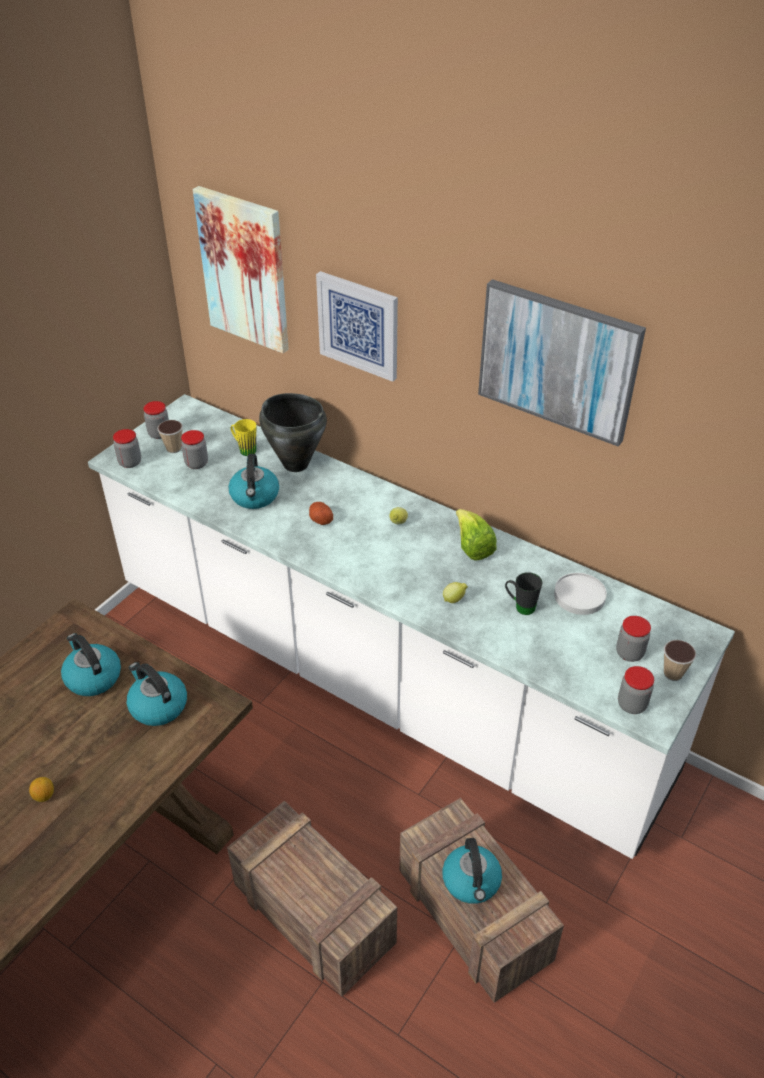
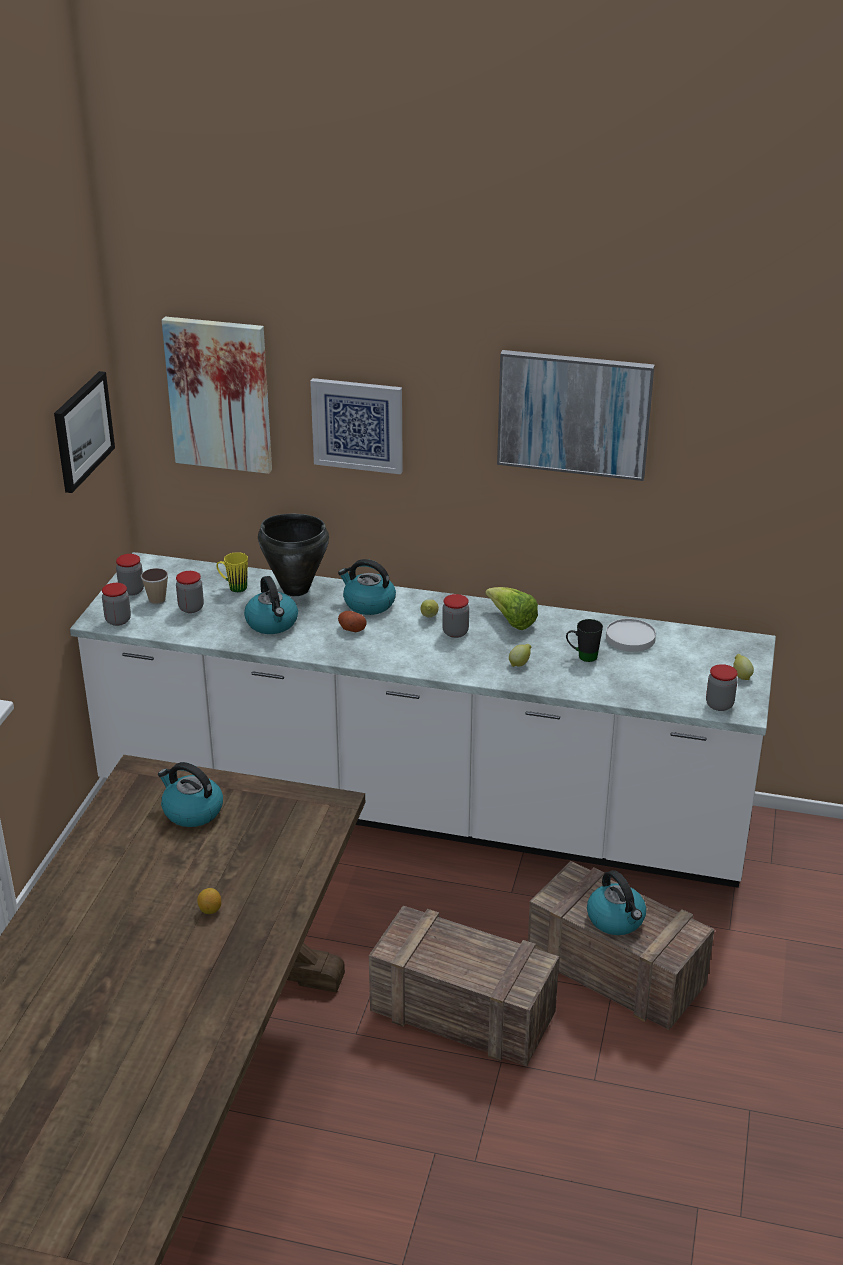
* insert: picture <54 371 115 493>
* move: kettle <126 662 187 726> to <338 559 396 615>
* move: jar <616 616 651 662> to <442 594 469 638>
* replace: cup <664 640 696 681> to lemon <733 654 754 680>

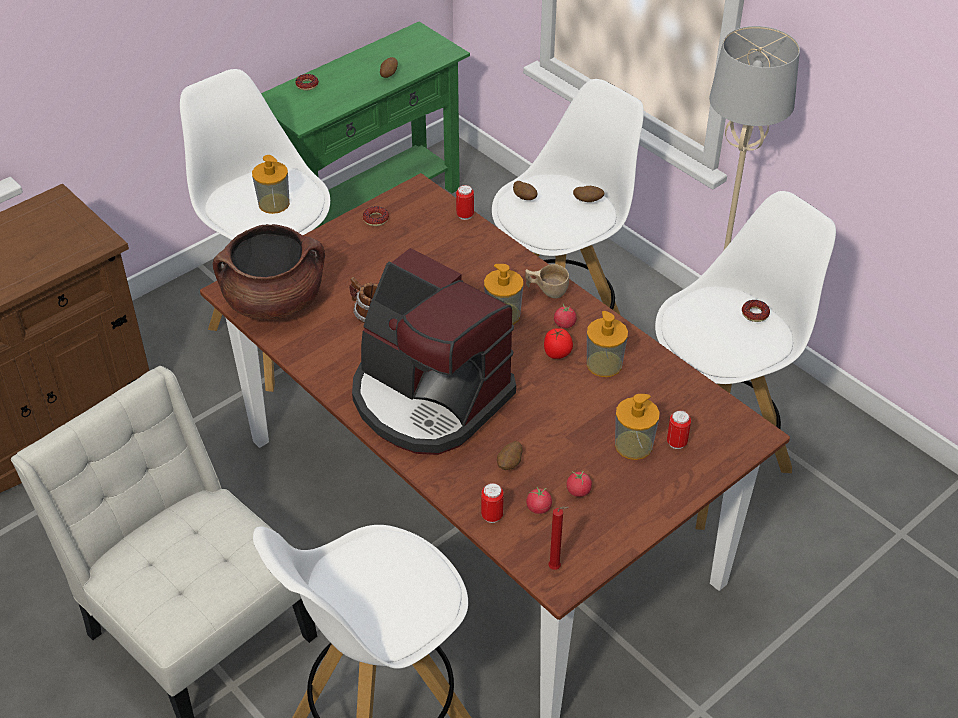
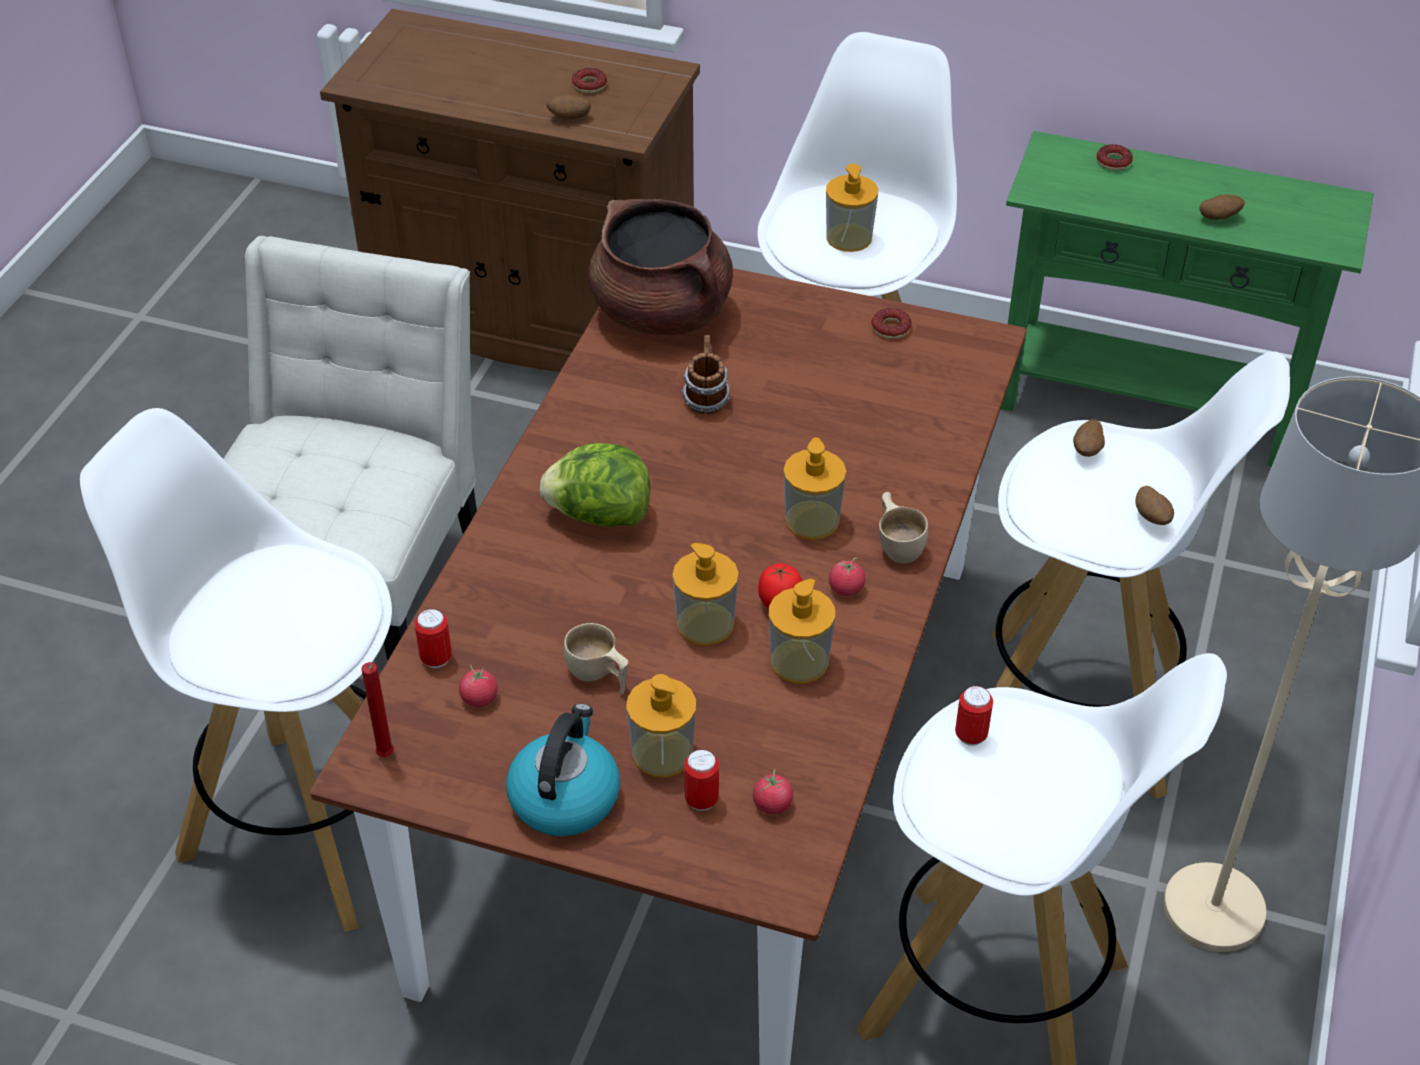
* insert: kettle <506 704 620 836>
* insert: cup (beige) <564 623 628 695>
* insert: soap dispenser <672 543 739 646>
* move: can <456 185 474 220> to <955 686 993 746>
* move: potato <497 441 522 470> to <546 94 591 120>
* move: tomato <566 471 592 497> to <753 769 793 814>
* move: donut <742 300 770 322> to <572 68 607 93>
* replace: coffee machine <352 248 516 455> to lettuce <540 443 650 526>

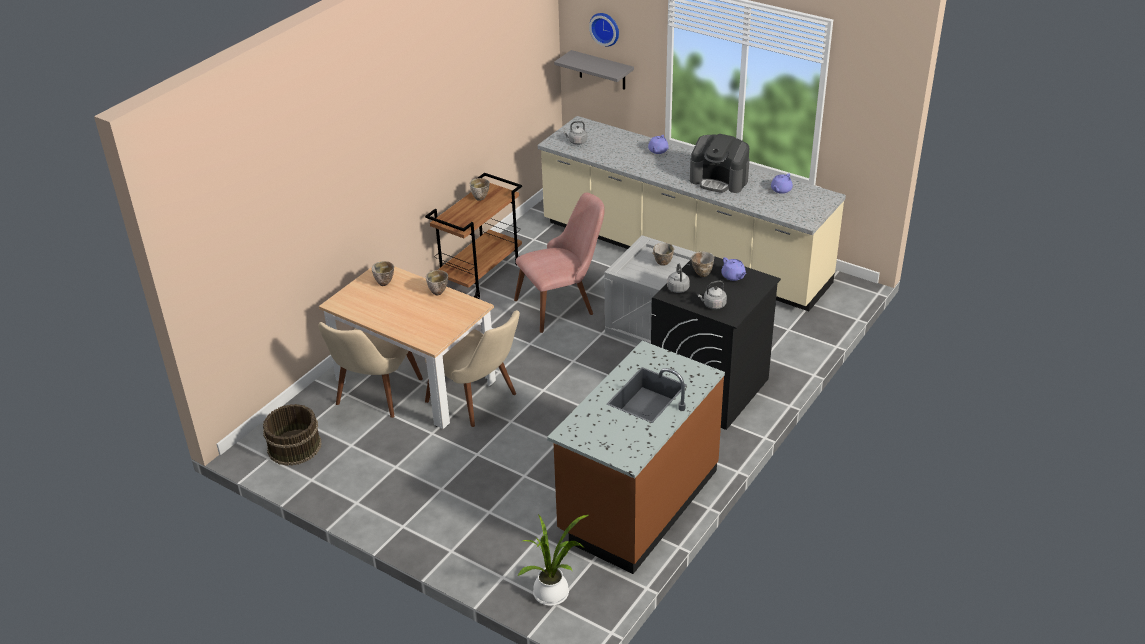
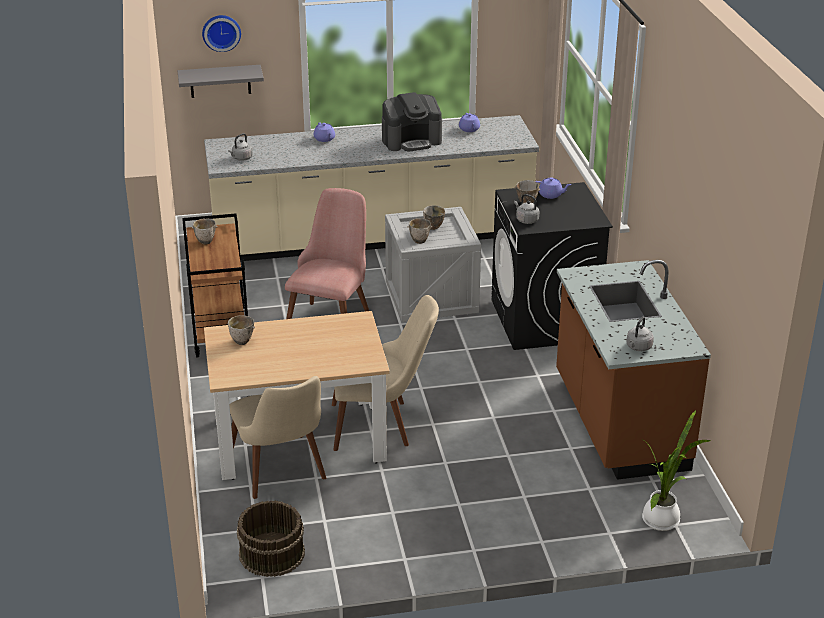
* move: bowl <426 270 448 295> to <407 218 432 244>
* move: kettle (grey) <698 281 727 309> to <626 317 654 351>

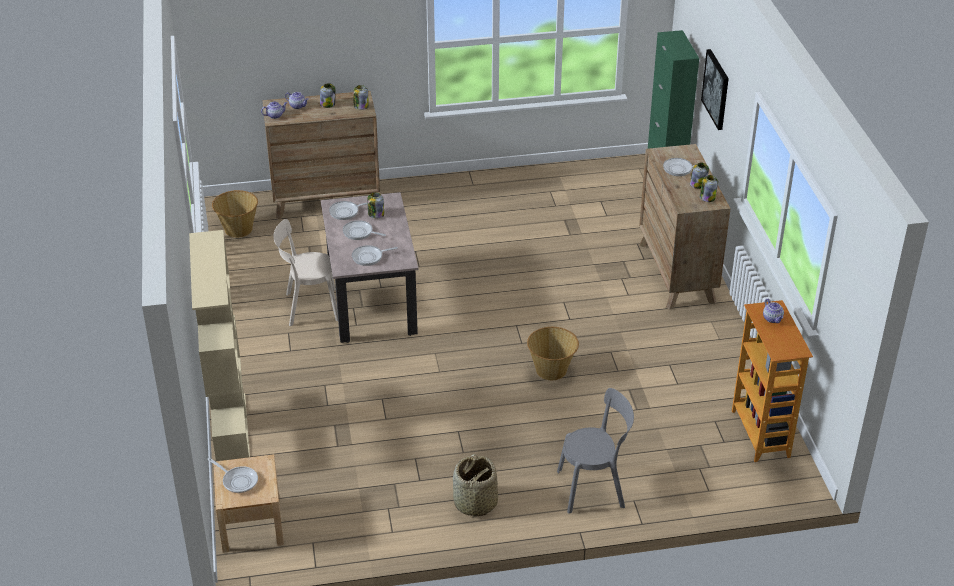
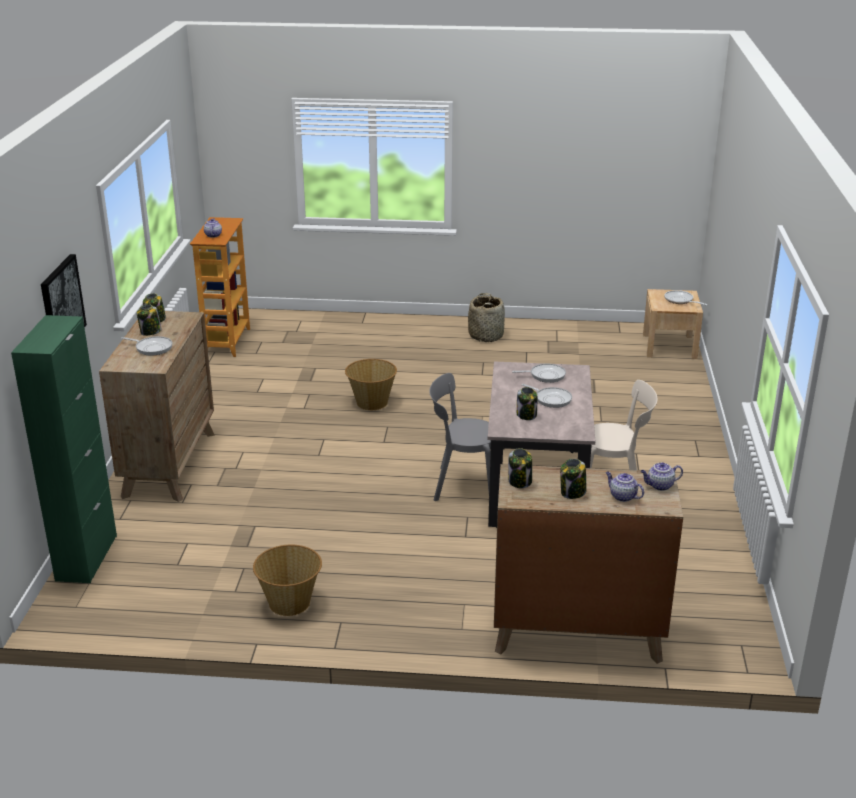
* delete: bookcase (beige) <189 230 250 461>
* delete: frying pan <329 201 368 220>
* move: basket <212 190 258 238> to <253 544 322 616>
* move: chair (grey) <557 388 634 514> to <429 373 491 501>

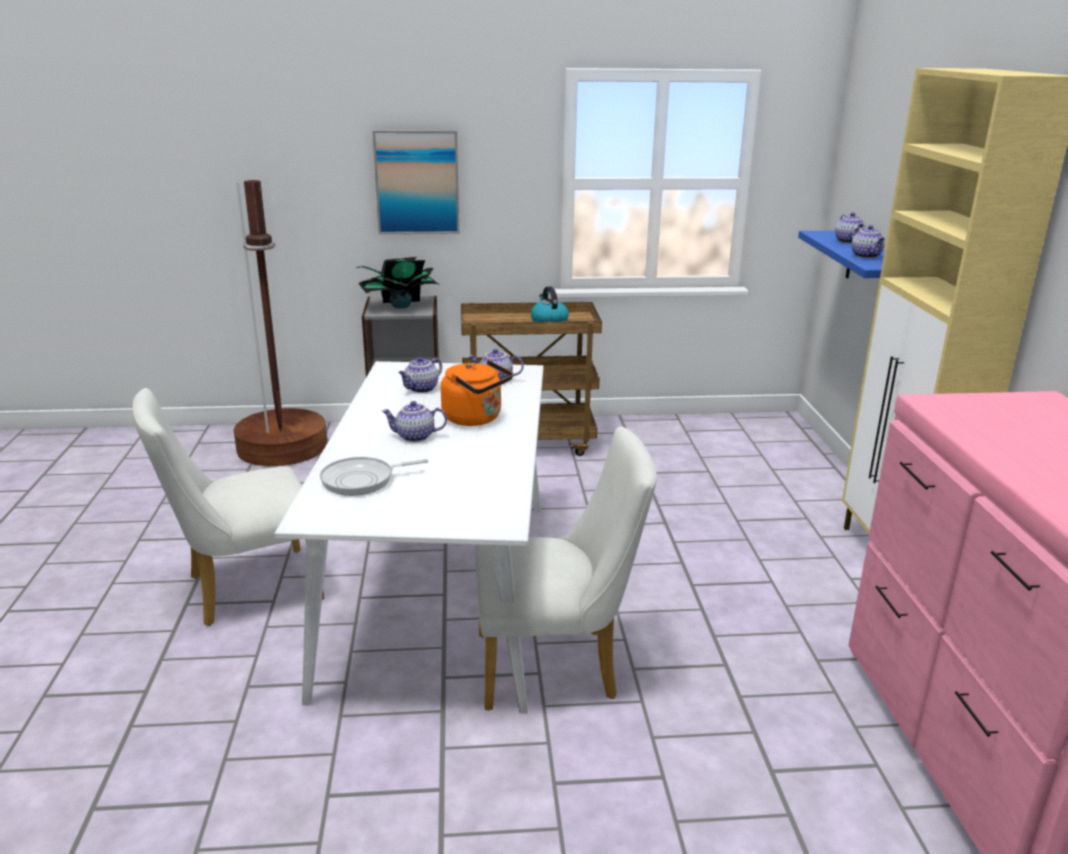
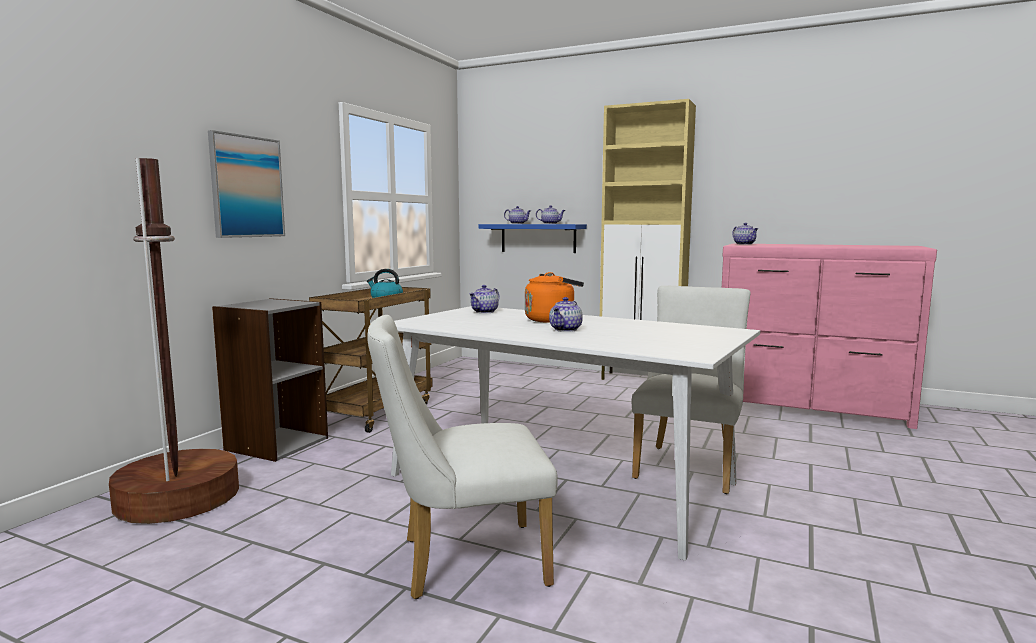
* delete: frying pan <320 457 429 496>
* delete: potted plant <356 257 441 308>
* move: teapot <399 357 442 393> to <732 223 758 245>
* rotate: chair (white) <133 388 324 626> = <367 315 558 599> 75 degrees clockwise

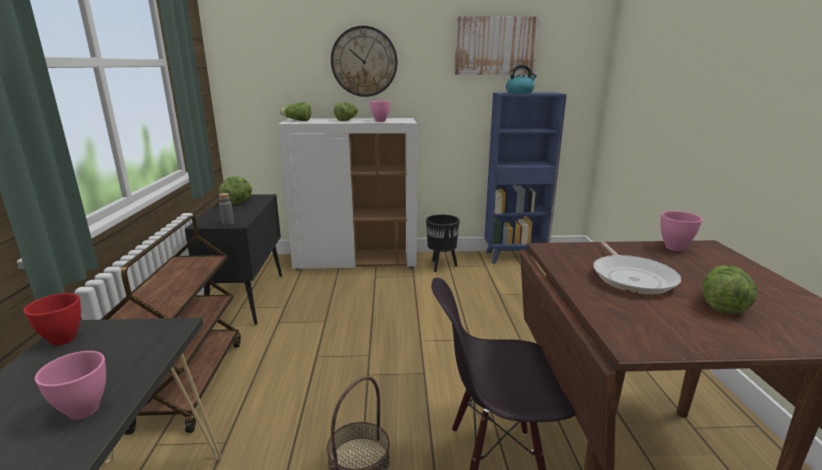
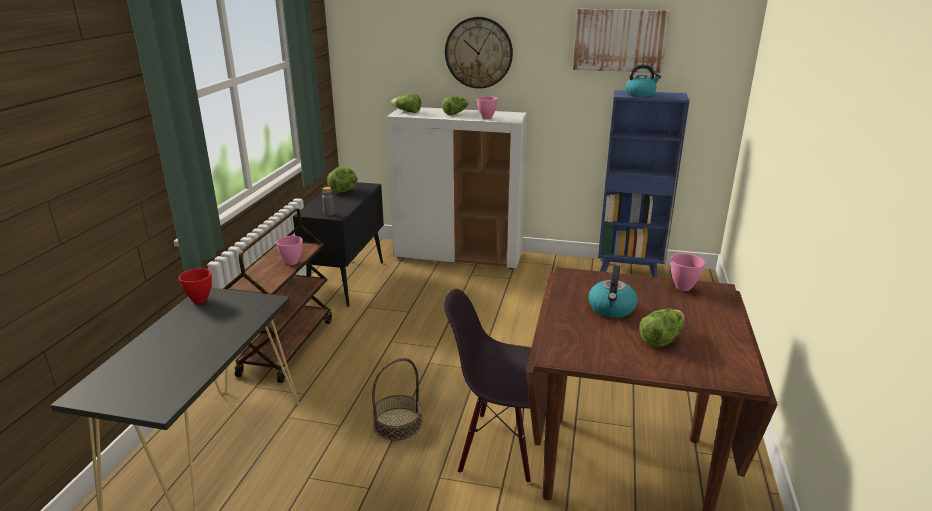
* delete: planter (black) <426 214 460 272>
* move: bowl (pink) <35 351 106 420> to <276 236 303 265>
* replace: frying pan <593 242 681 294> to kettle <588 265 638 318>

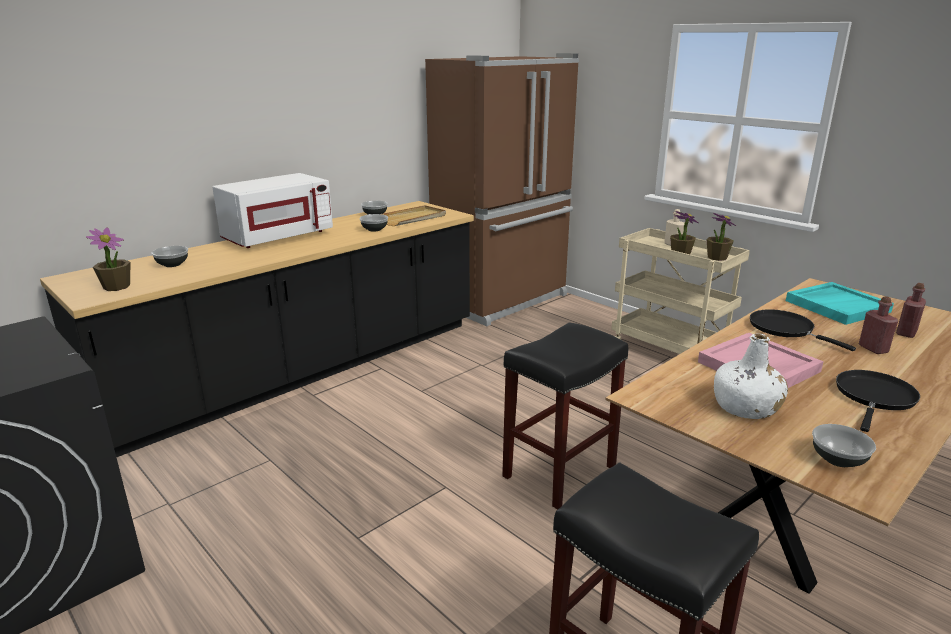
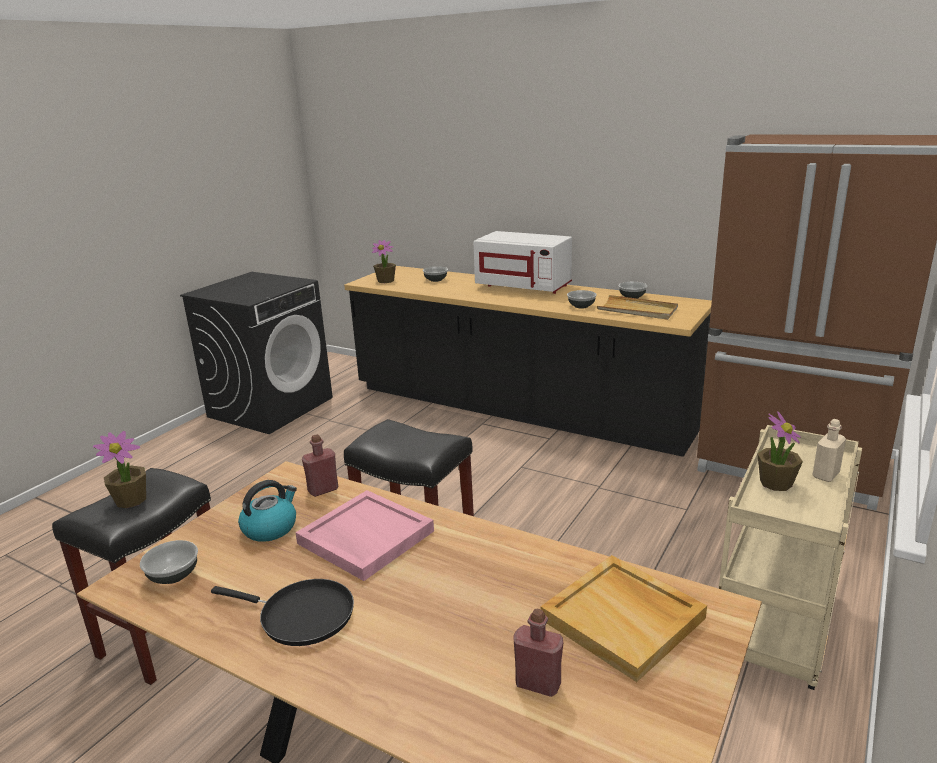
* delete: frying pan (black) <750 309 856 351>
* move: potted plant <706 213 736 261> to <93 431 146 508>
* move: bottle (red) <859 296 898 354> to <302 434 338 497>
* replace: bottle (white) <714 334 788 419> to kettle <238 480 297 542>
* recolor: tray (turquoise) <786 282 894 325> to tray (beige) <541 555 707 682>

